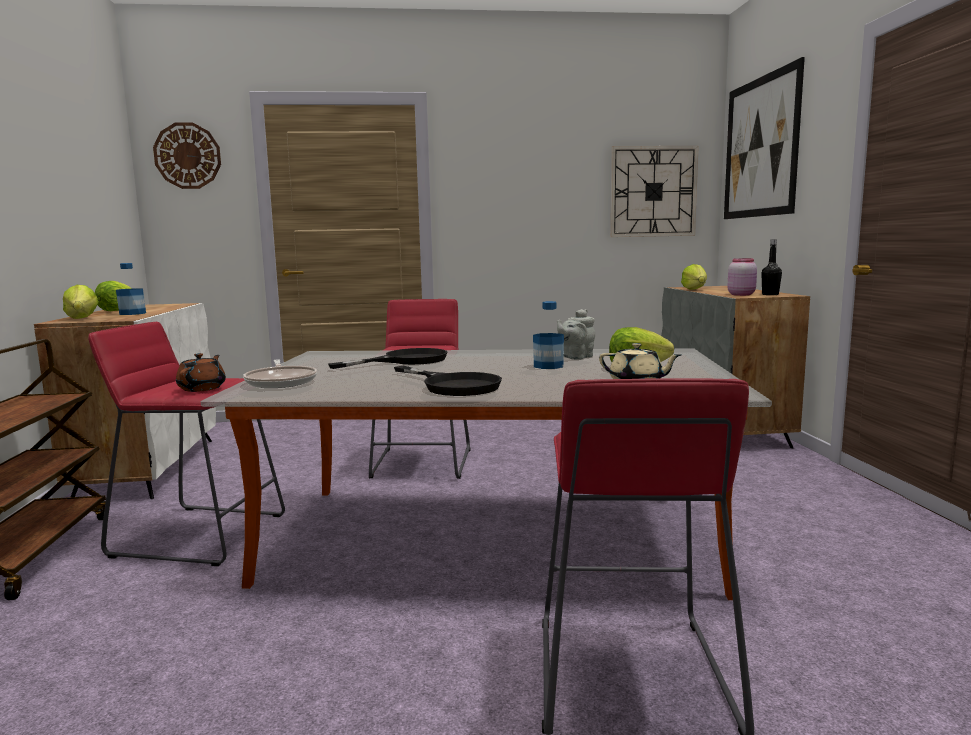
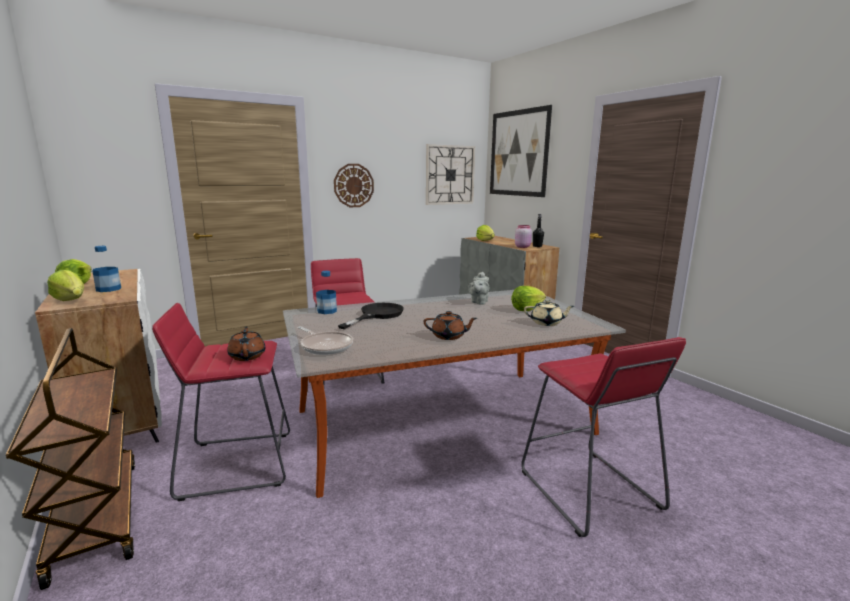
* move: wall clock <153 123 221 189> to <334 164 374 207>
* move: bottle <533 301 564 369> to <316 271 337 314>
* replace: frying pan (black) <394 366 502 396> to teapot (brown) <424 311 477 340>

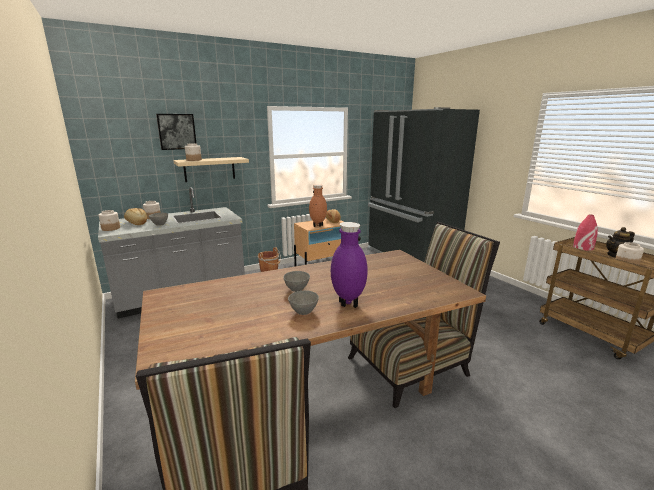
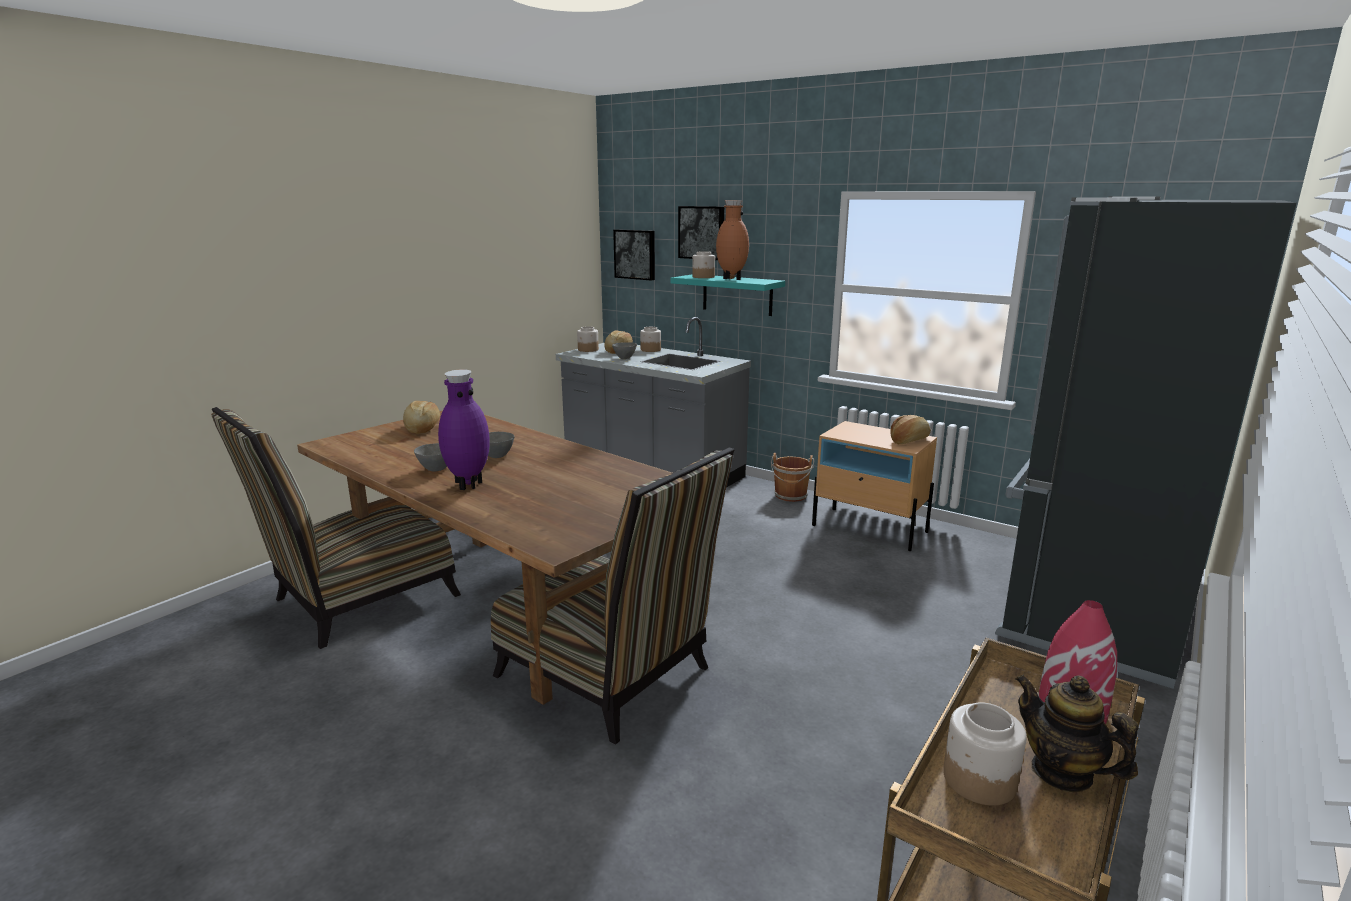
* insert: bread <403 401 440 434>
* insert: picture <613 229 655 281>
* move: vase (brown) <309 184 327 227> to <716 200 749 280>
* recolor: shelf (beige) <174 157 249 182> to shelf (turquoise) <670 275 785 316>

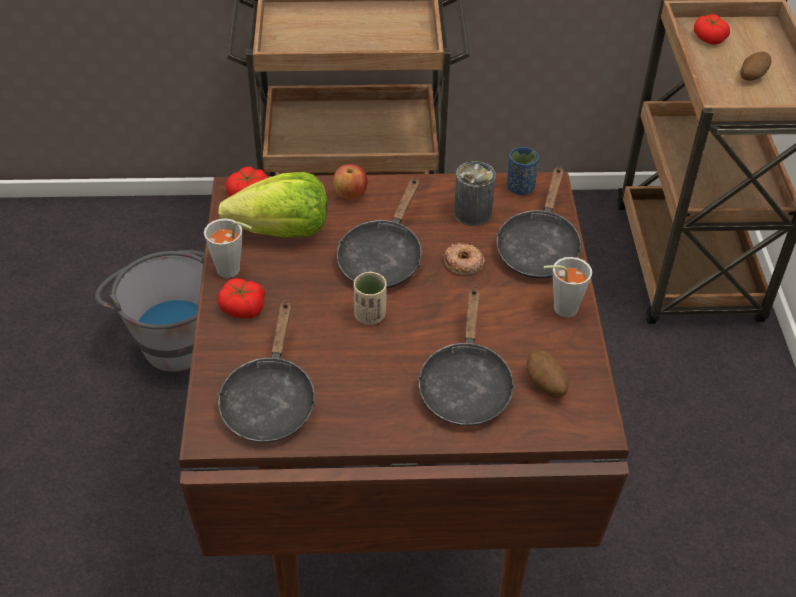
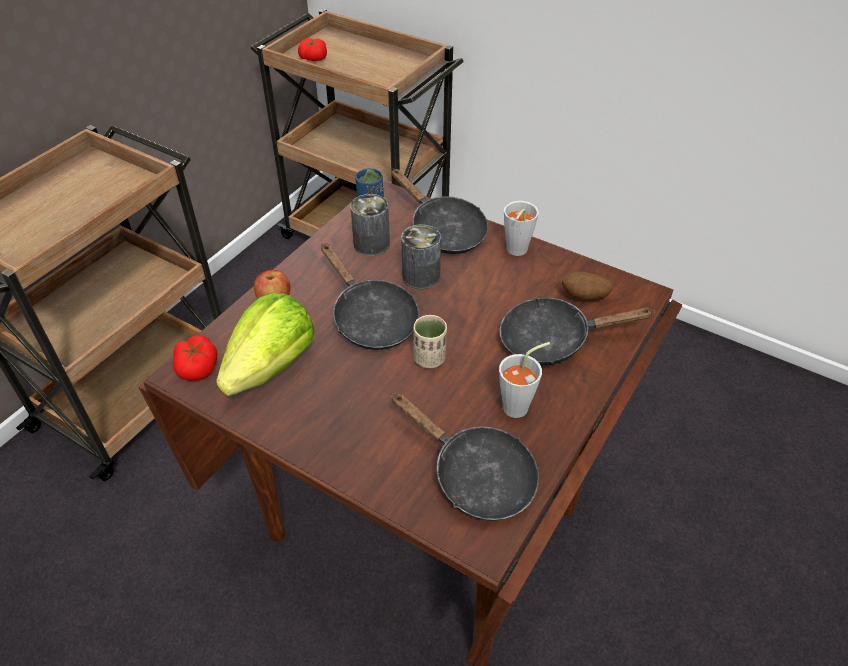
* delete: bucket (grey) <95 250 205 372>
* delete: tomato <217 278 265 319>
* delete: potato <740 52 772 81>
* move: cup (grey) <204 218 252 278> to <499 342 550 418>
* replace: donut <444 242 485 275> to can <401 224 441 289>
* rotate: frying pan (black) <417 287 515 426> = <500 297 655 365> 135 degrees clockwise

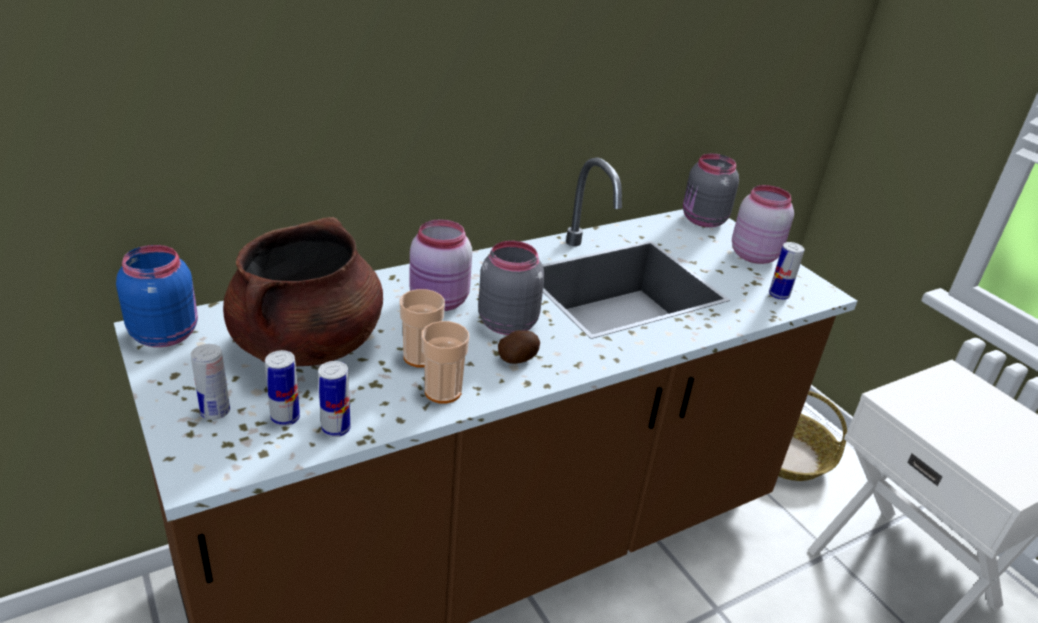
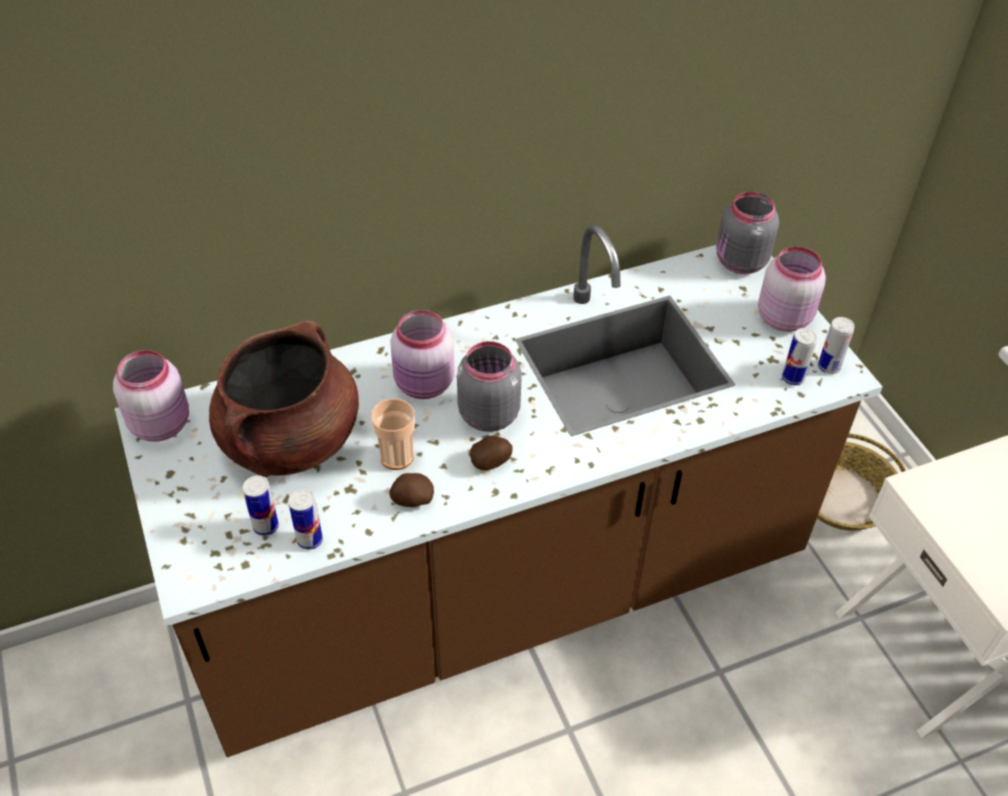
* move: can <191 344 230 420> to <818 317 854 374>
* replace: cup <422 321 469 404> to potato <389 473 434 507>
* recolor: jar (blue) <116 245 198 347> to jar (pink) <113 350 189 442>

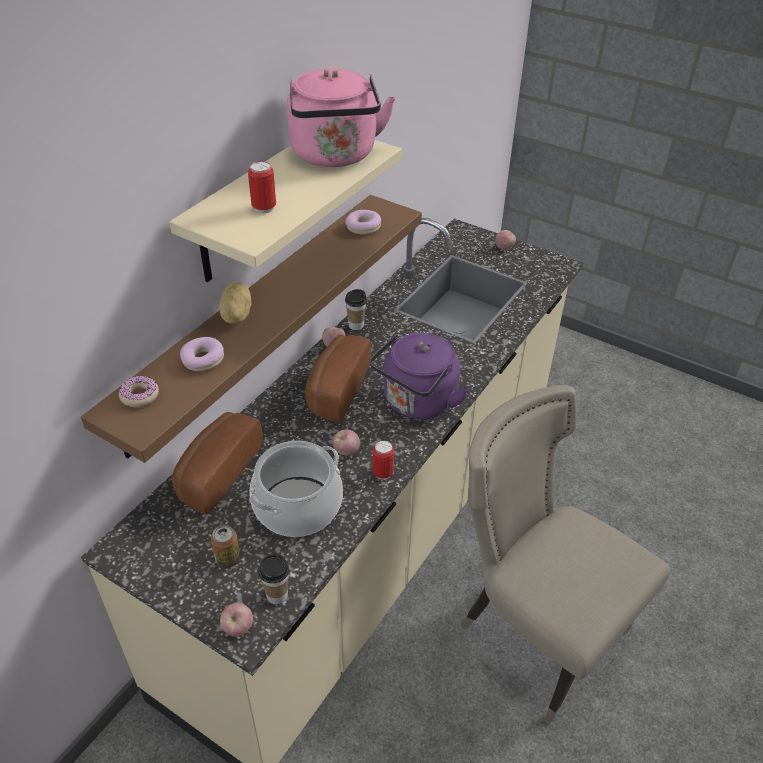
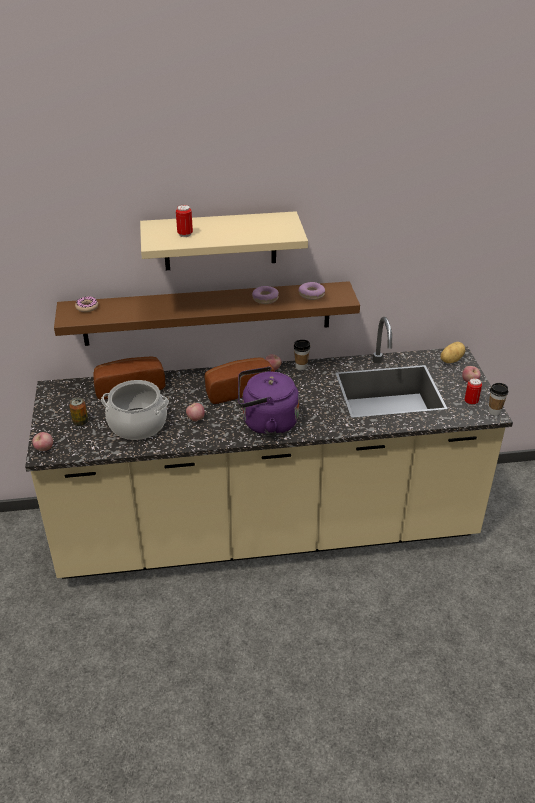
* delete: kettle (pink) <287 69 395 167>
* delete: chair (beige) <460 385 671 724>
* move: donut <180 337 224 371> to <252 286 279 304>
* move: potato <219 282 252 324> to <441 342 465 363>
* move: cup <258 554 289 604> to <488 383 508 415>
* move: can <372 440 394 480> to <465 378 482 406>

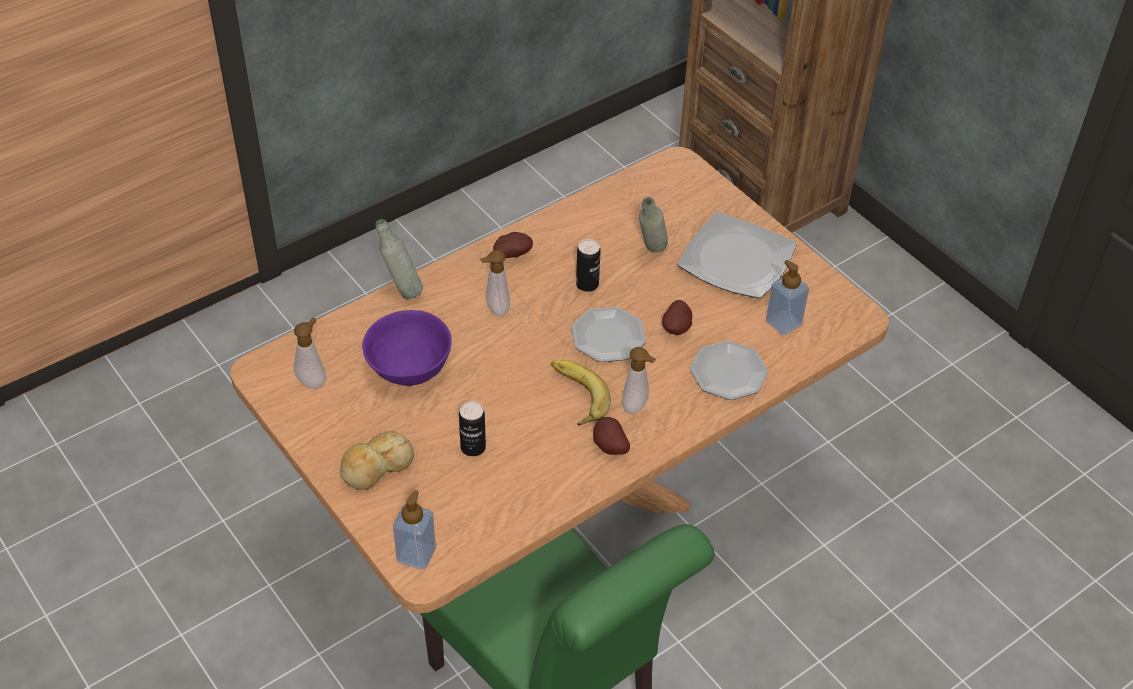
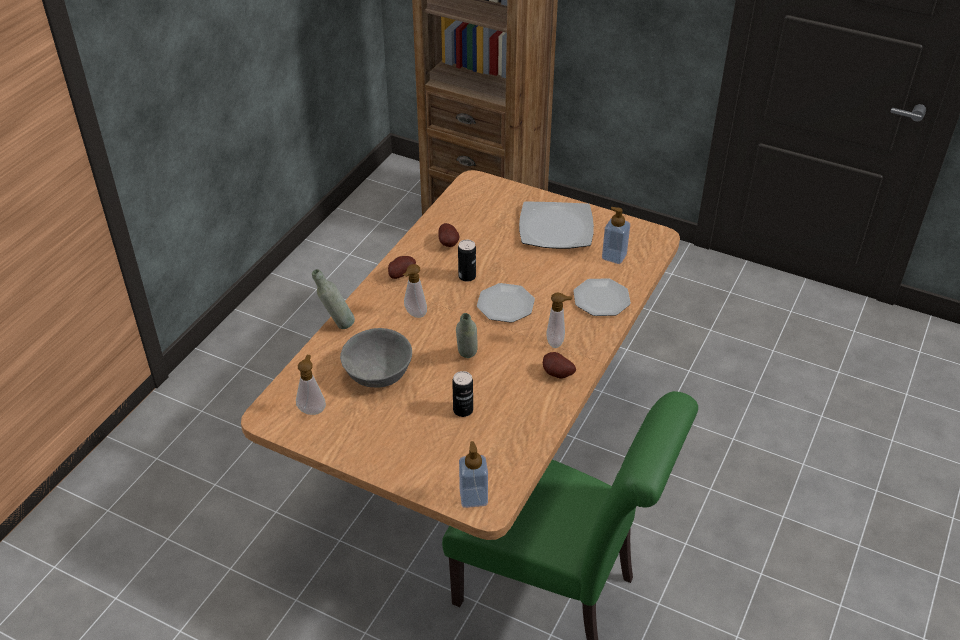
* delete: bread <340 431 414 490>
* delete: banana <552 360 611 425>
* move: bottle (grey) <639 197 668 253> to <456 313 478 358>
* move: potato <662 300 692 335> to <438 223 460 247>
* recolor: bowl (purple) <362 310 452 386> to bowl (grey) <340 328 412 388>

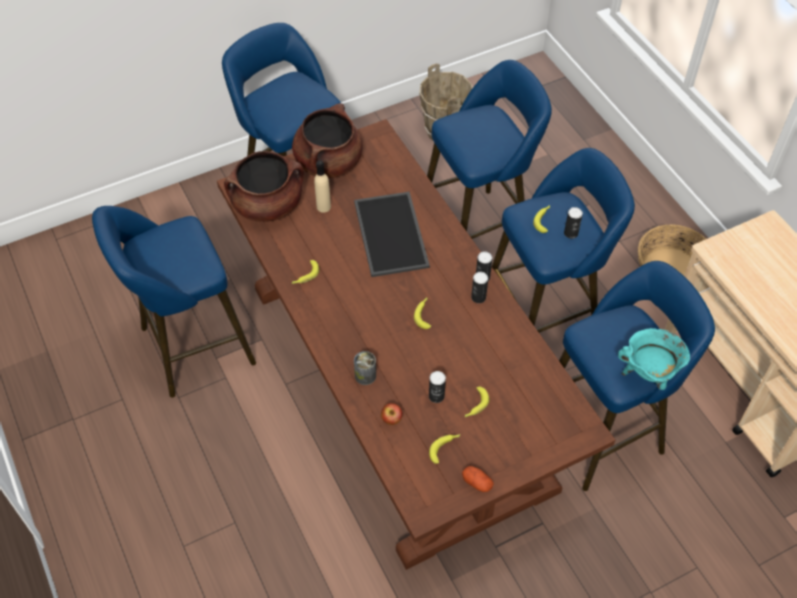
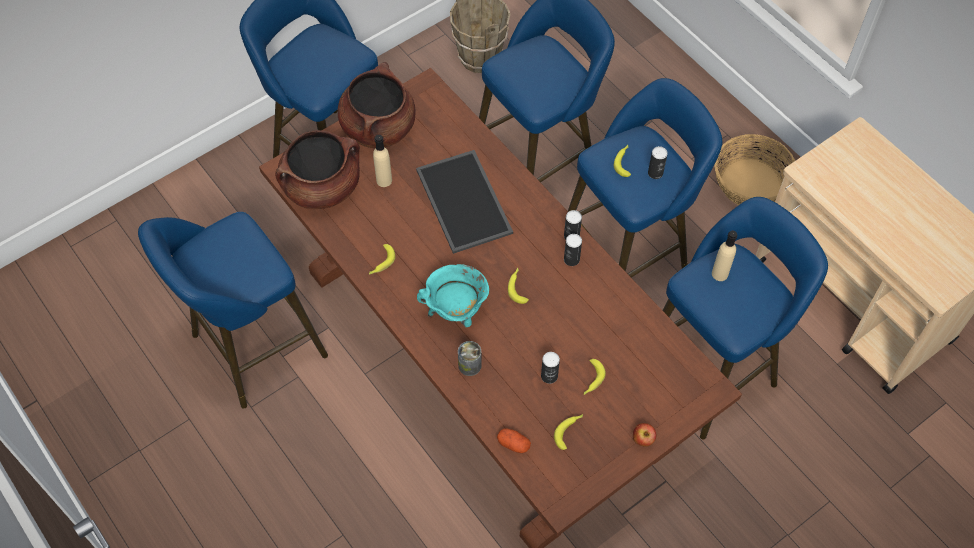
* insert: bottle (beige) <712 230 737 281>
* move: apple <381 403 403 425> to <633 423 656 447>
* move: potato <462 466 494 492> to <497 428 531 453>
* move: cooking pot (turquoise) <618 328 690 390> to <417 264 489 327>

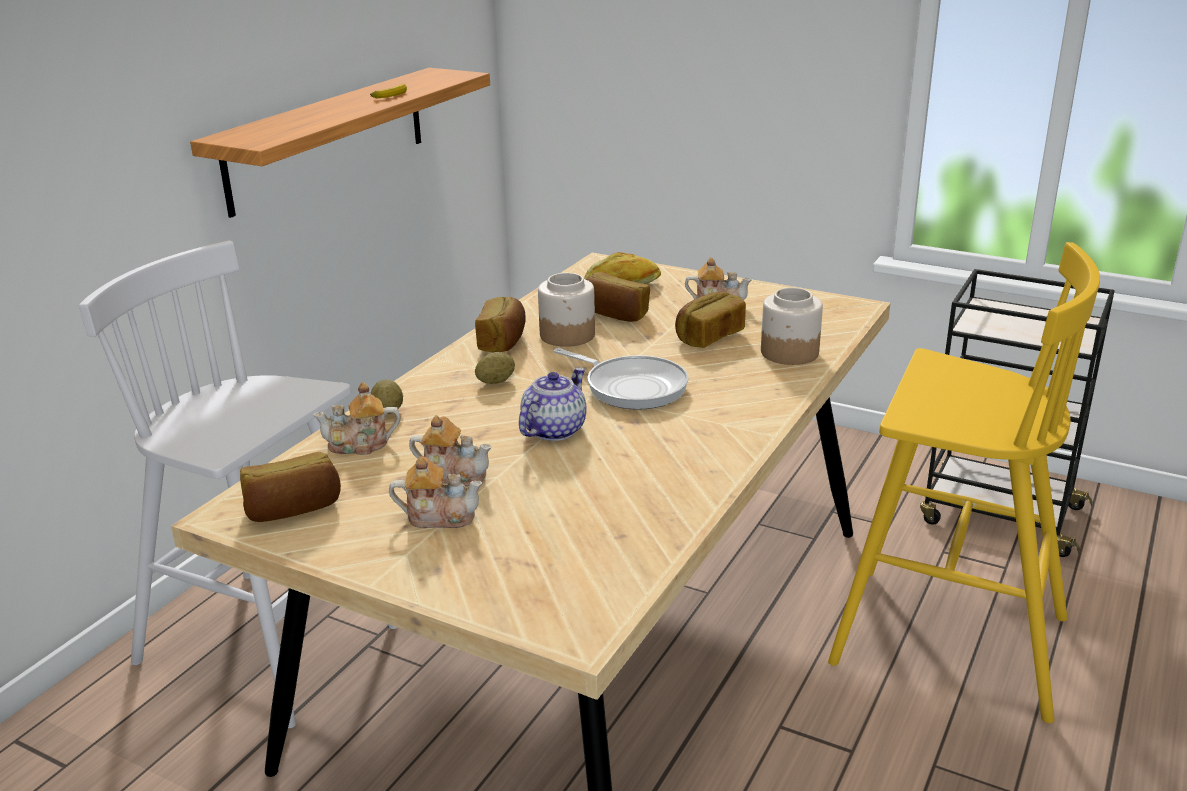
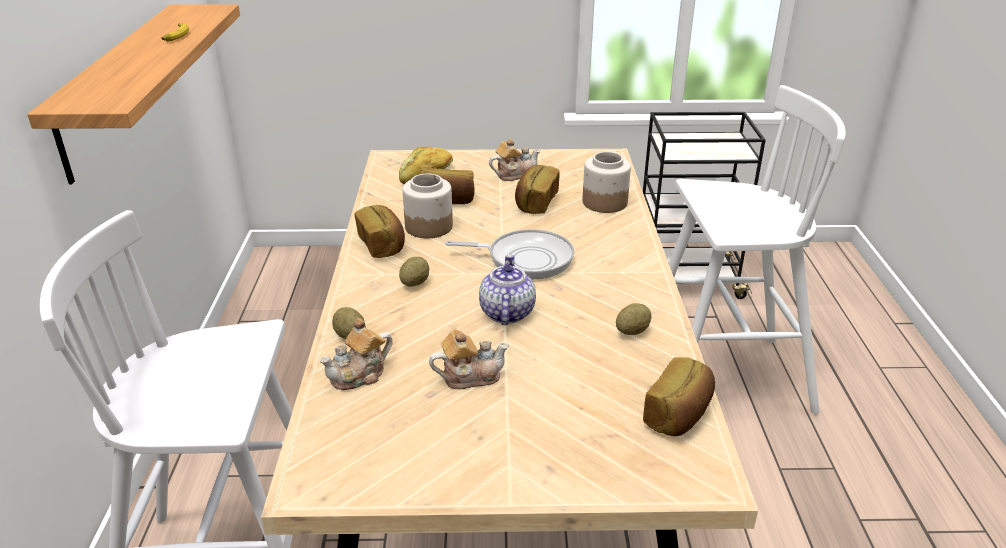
* delete: teapot <389 457 483 528>
* insert: potato <616 303 651 335>
* move: bread <240 452 341 522> to <643 357 715 436>
* recolor: stool (yellow) <828 242 1100 723> to stool (white) <669 85 846 414>

